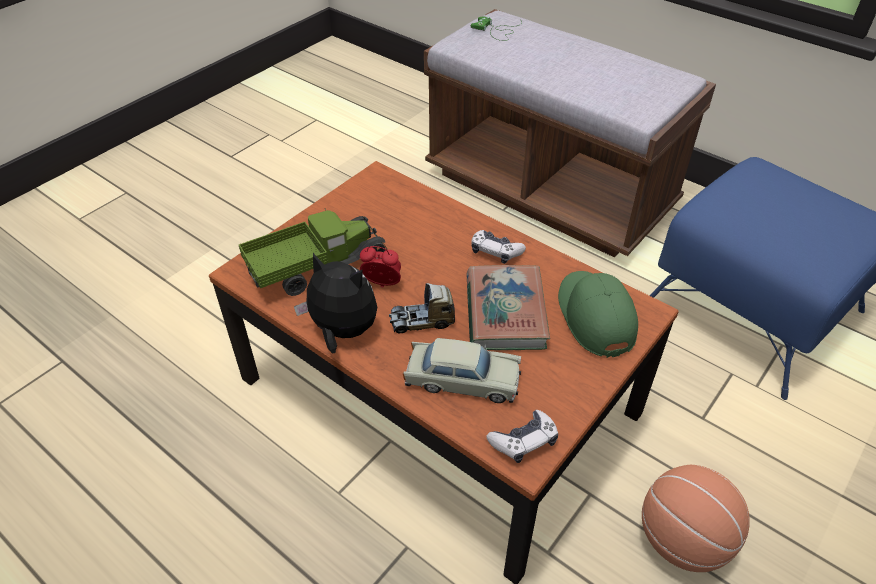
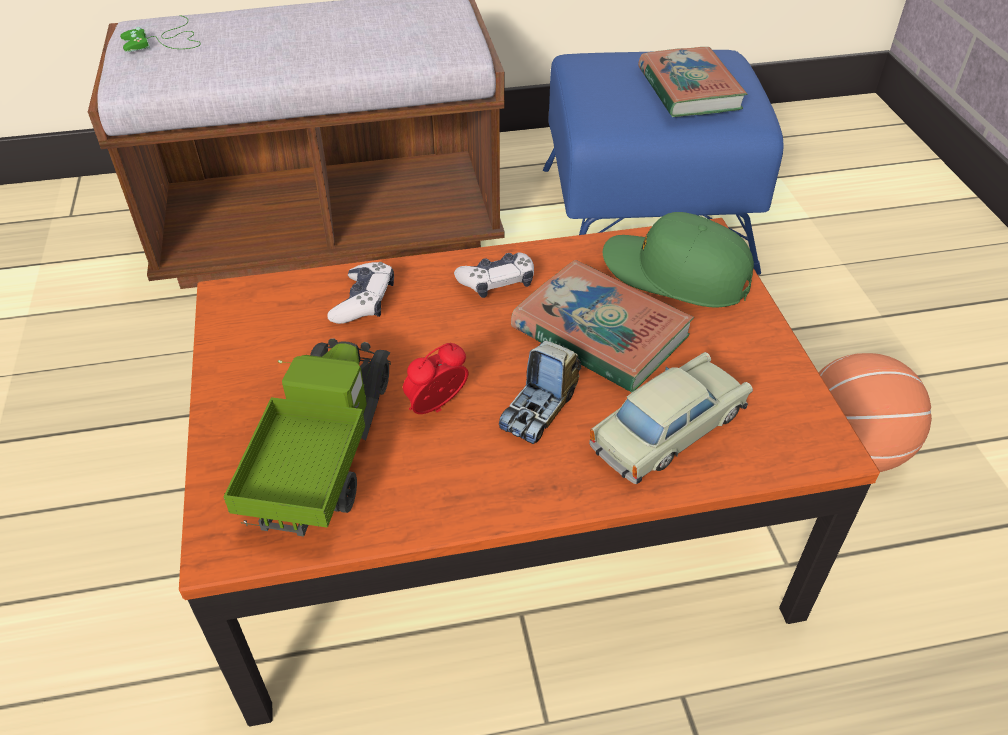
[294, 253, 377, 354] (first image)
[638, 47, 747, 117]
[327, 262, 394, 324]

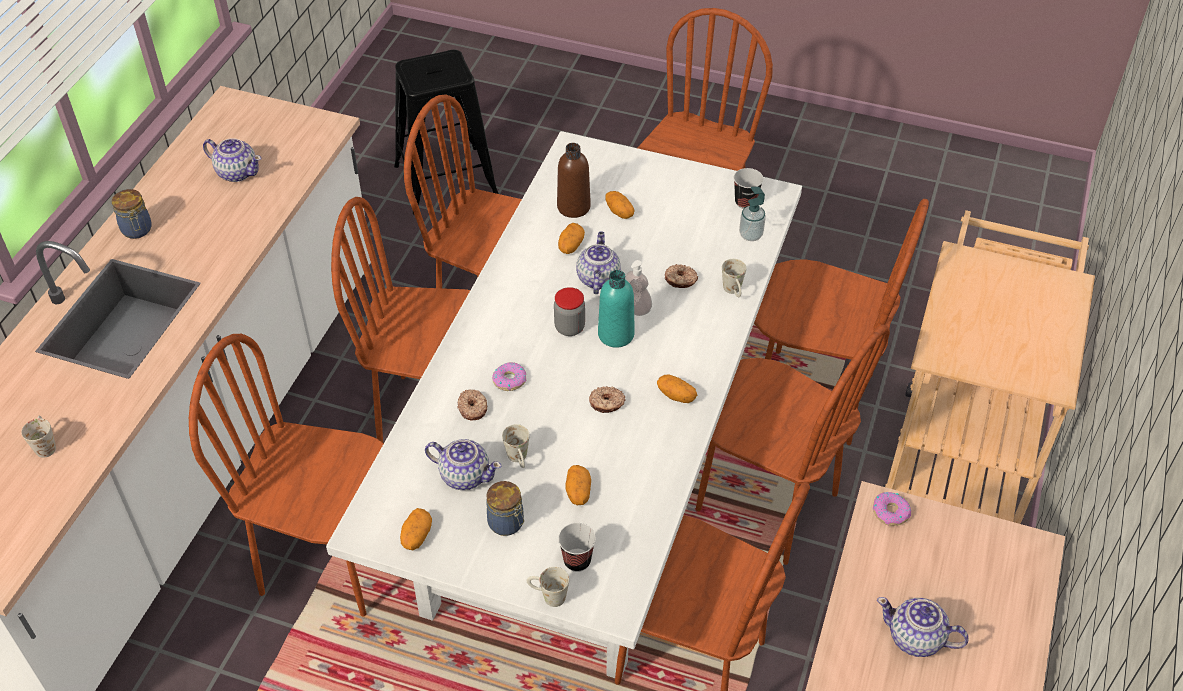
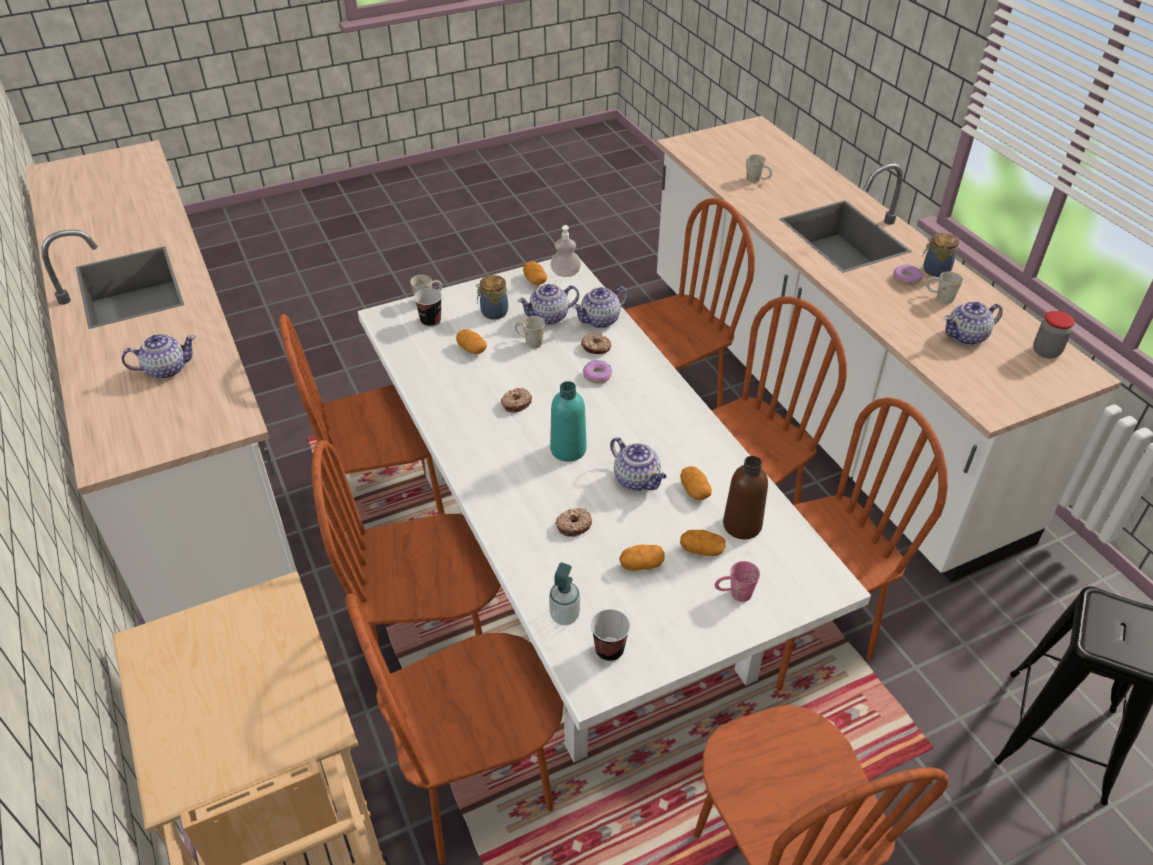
[572, 286, 628, 328]
[715, 561, 760, 602]
[1033, 311, 1075, 358]
[550, 225, 581, 277]
[619, 545, 665, 571]
[926, 272, 963, 304]
[893, 265, 923, 285]

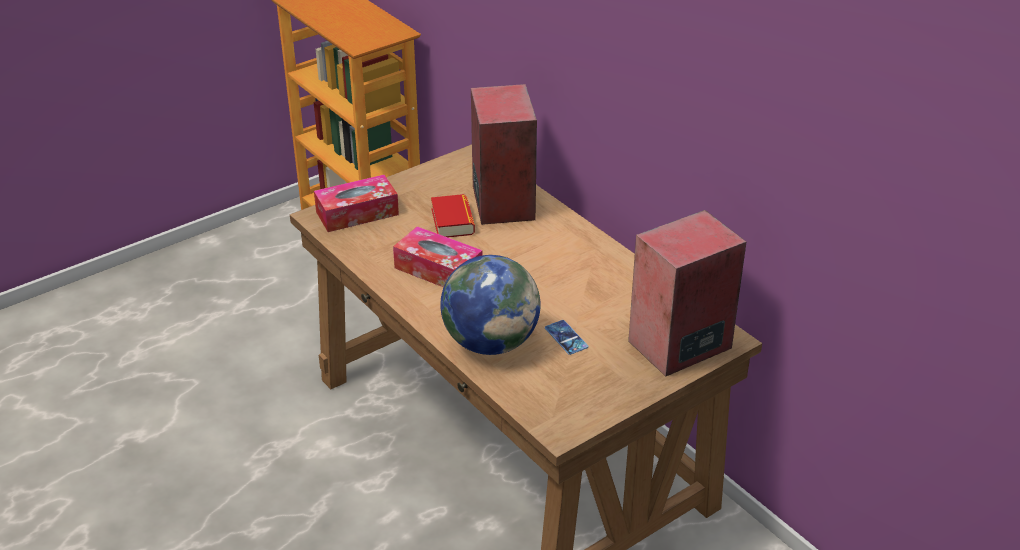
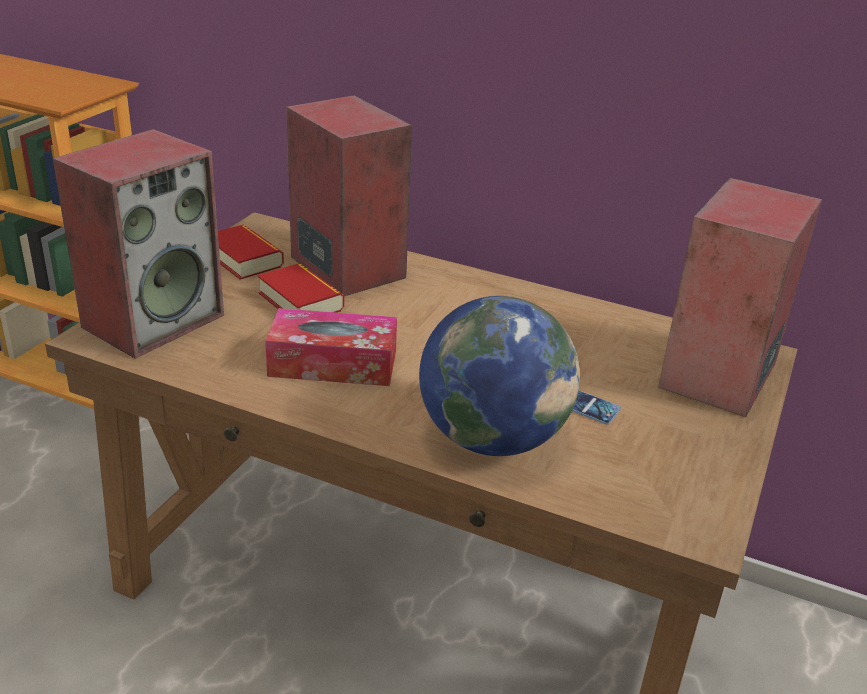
[218, 224, 284, 280]
[53, 129, 224, 359]

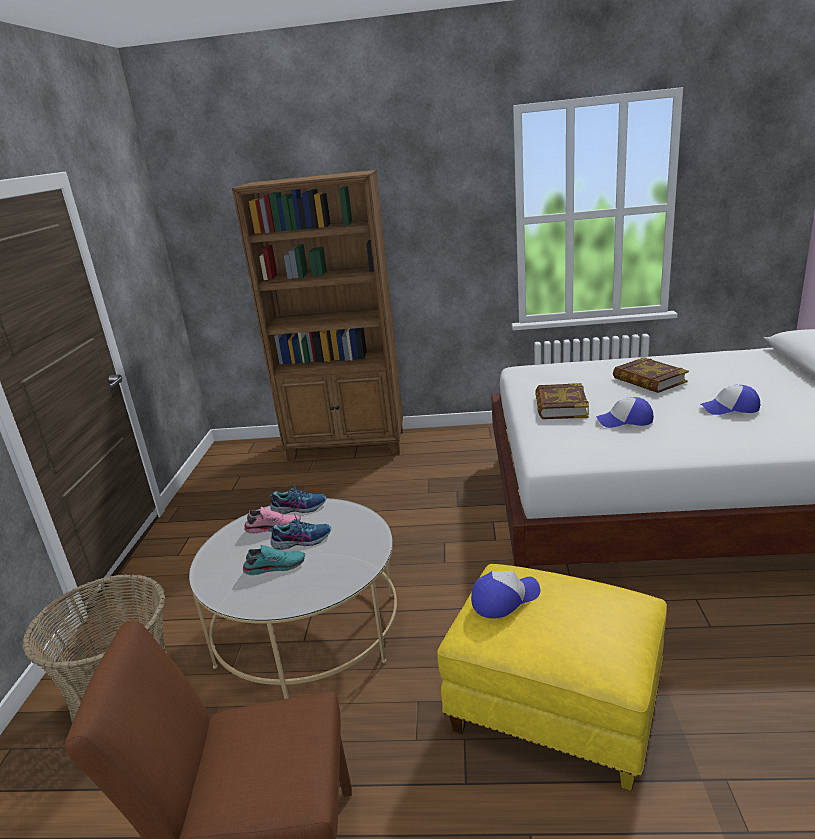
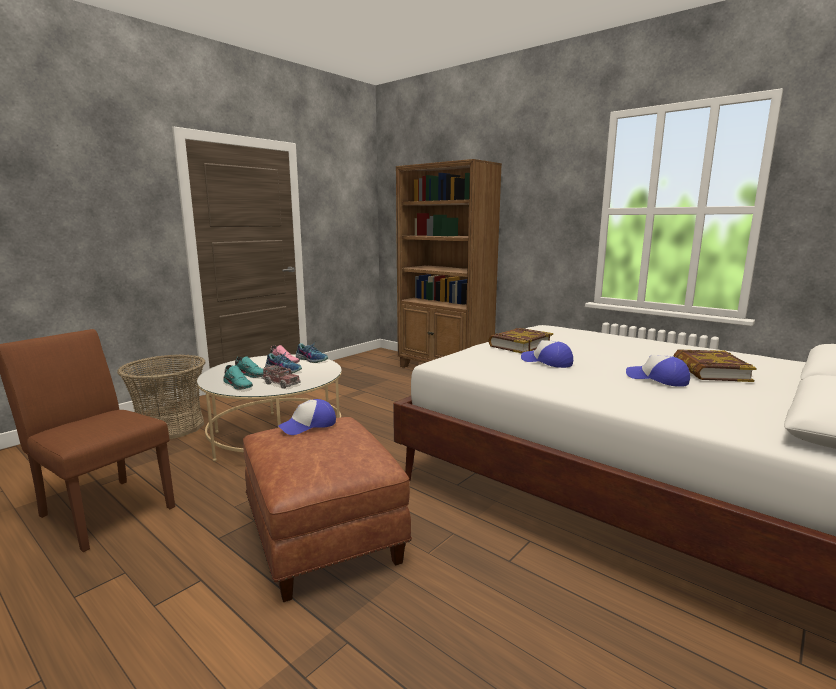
[223, 365, 253, 390]
[261, 364, 301, 389]
[674, 349, 757, 382]
[243, 417, 412, 602]
[278, 399, 336, 435]

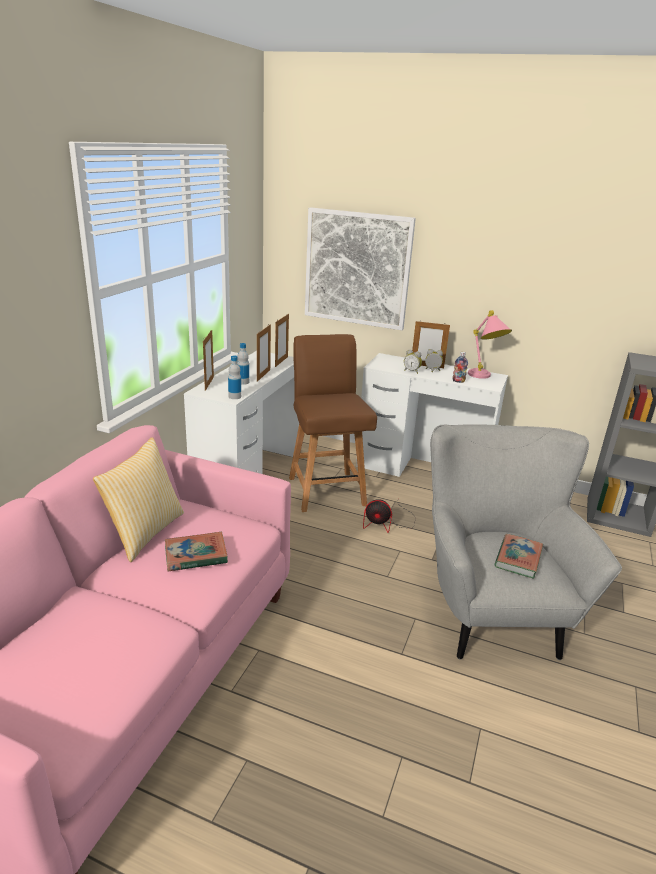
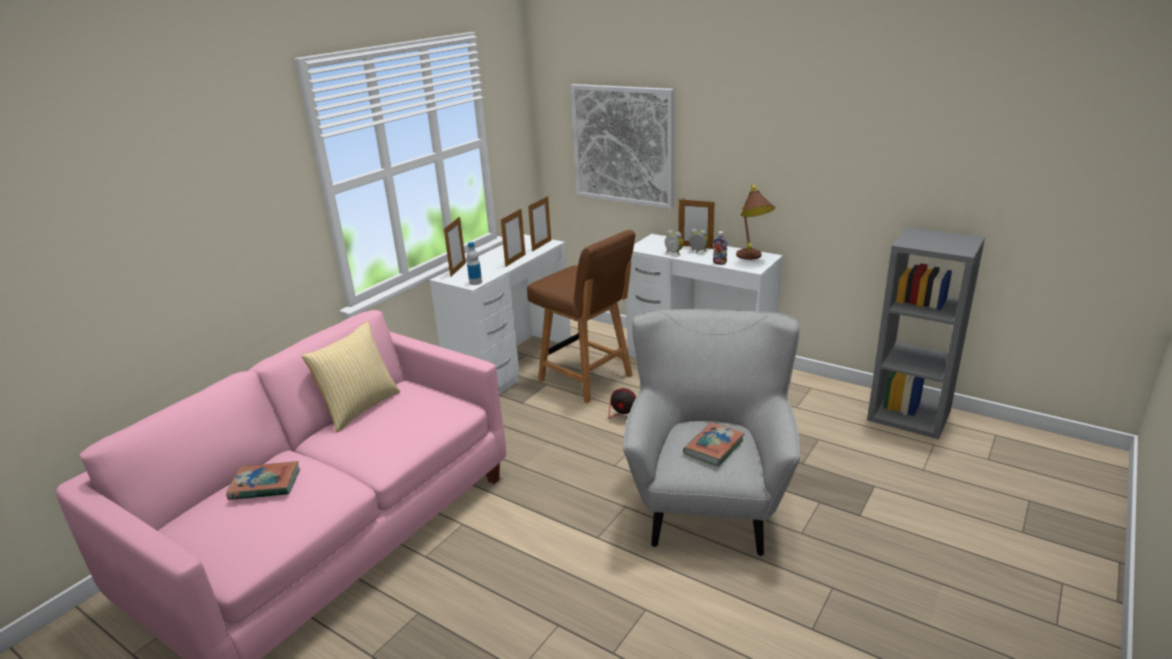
[237, 343, 249, 385] (first image)
[226, 461, 300, 500]
[736, 185, 775, 260]
[527, 230, 635, 403]

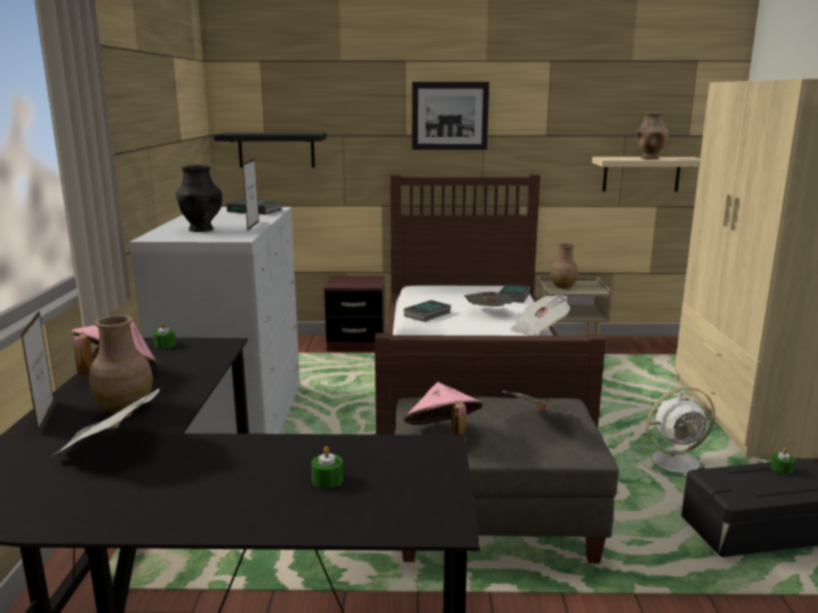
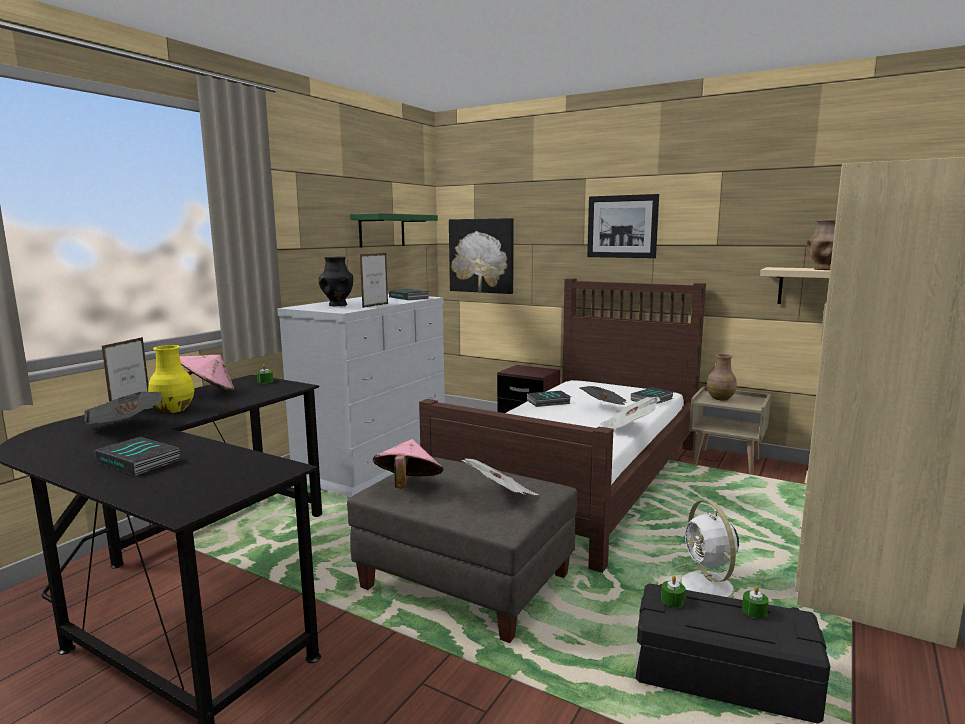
[94, 437, 180, 476]
[350, 213, 438, 248]
[661, 576, 685, 607]
[449, 218, 514, 294]
[148, 345, 194, 413]
[667, 500, 741, 597]

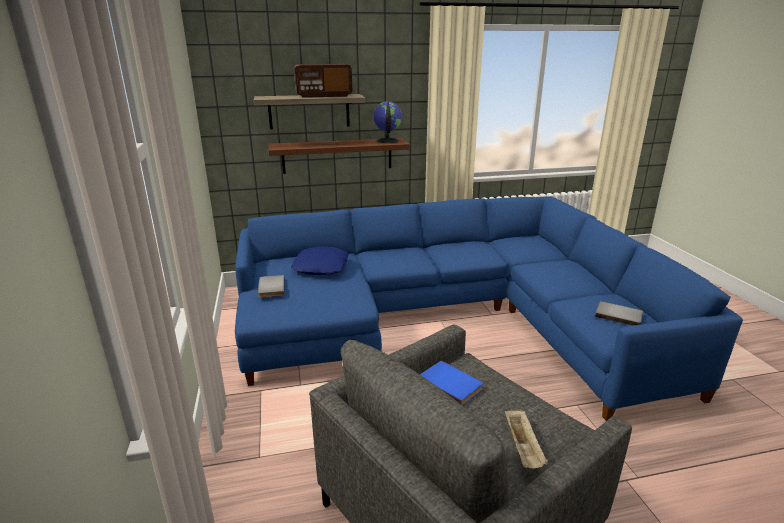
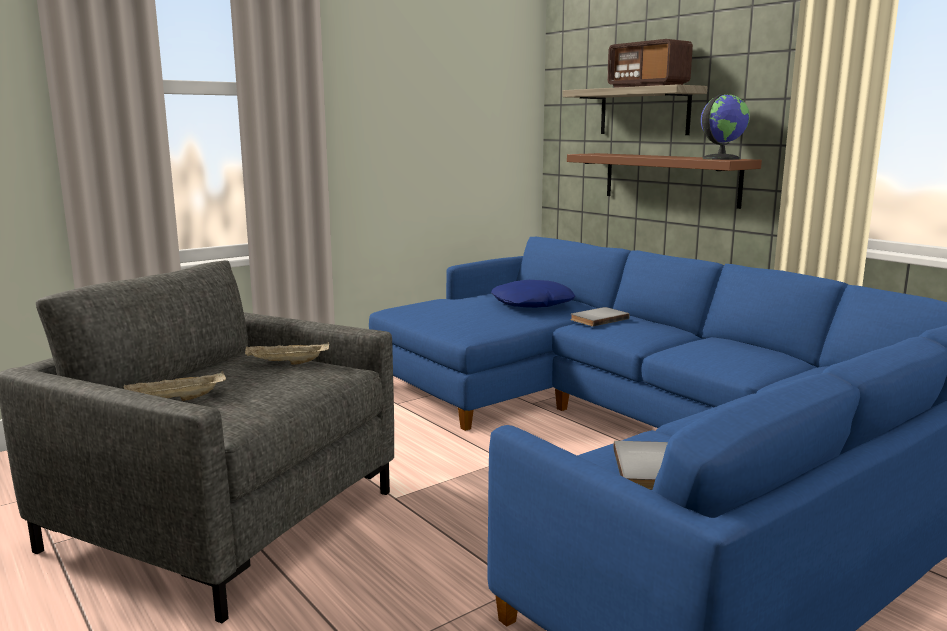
[571, 307, 629, 327]
[245, 342, 329, 365]

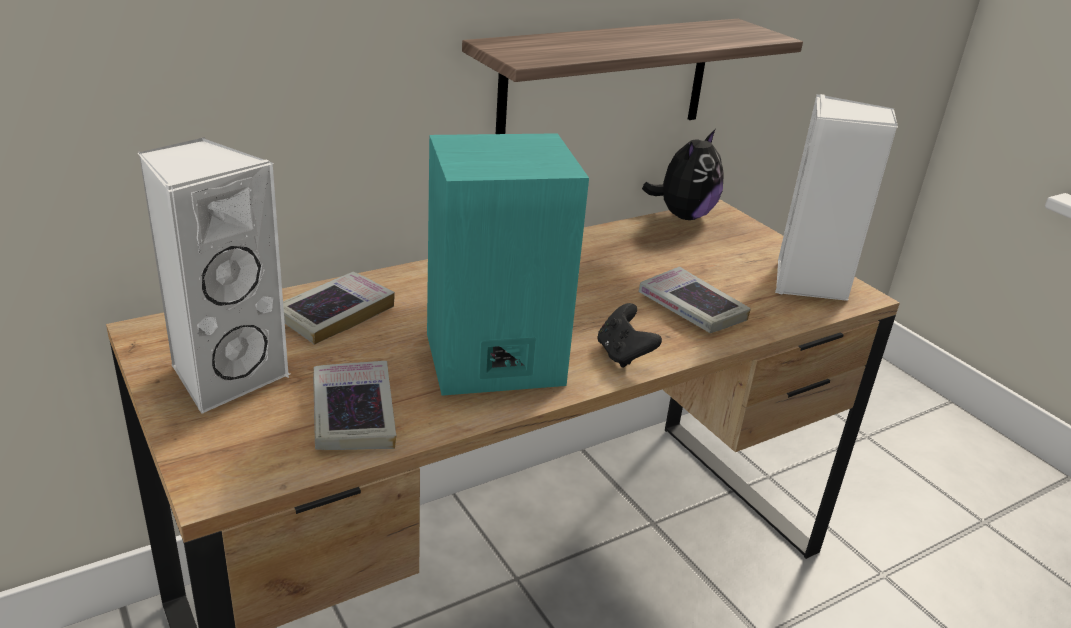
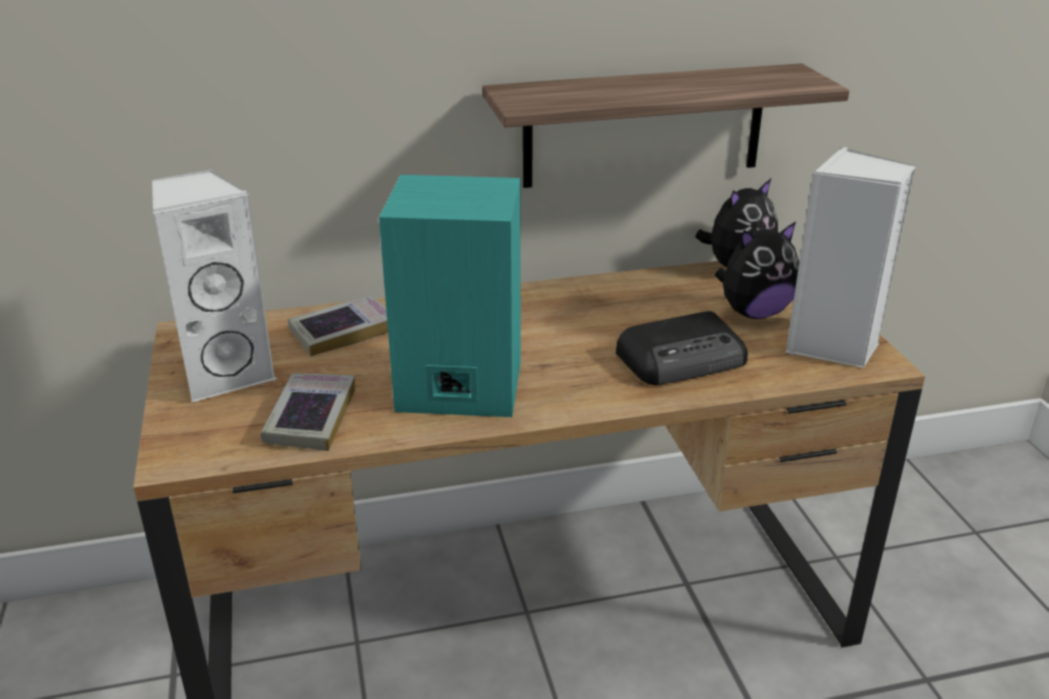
[597, 303, 662, 368] (first image)
[715, 221, 799, 319]
[616, 311, 748, 385]

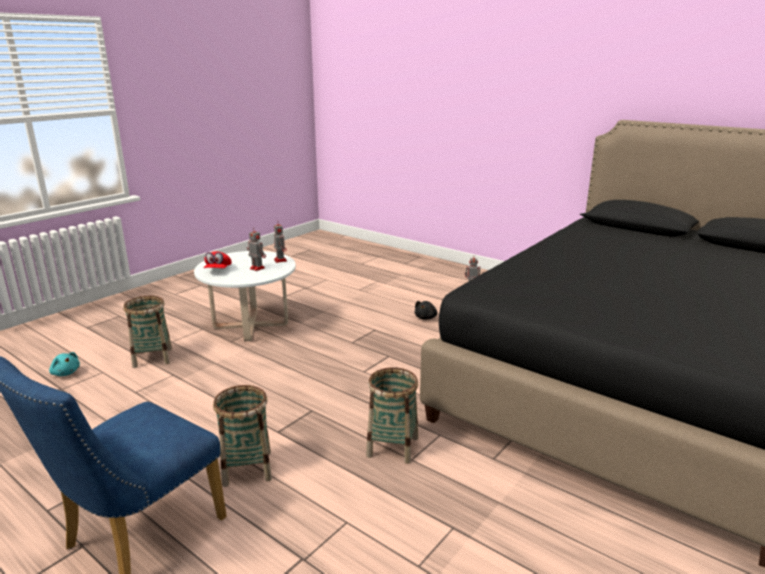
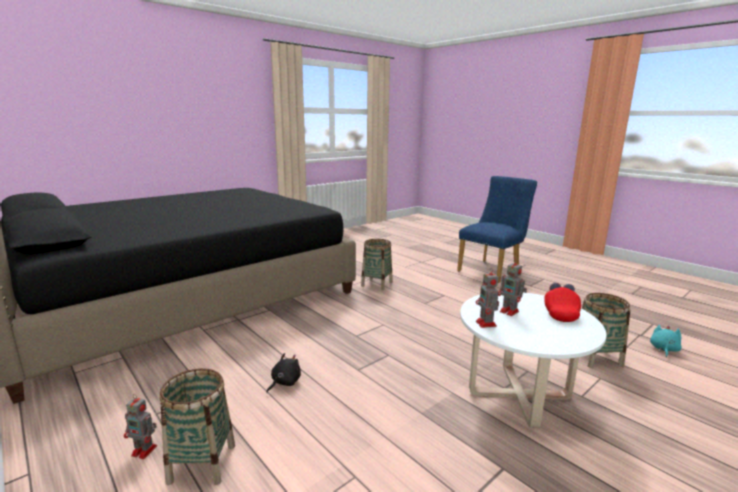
[160, 368, 235, 485]
[650, 324, 682, 357]

